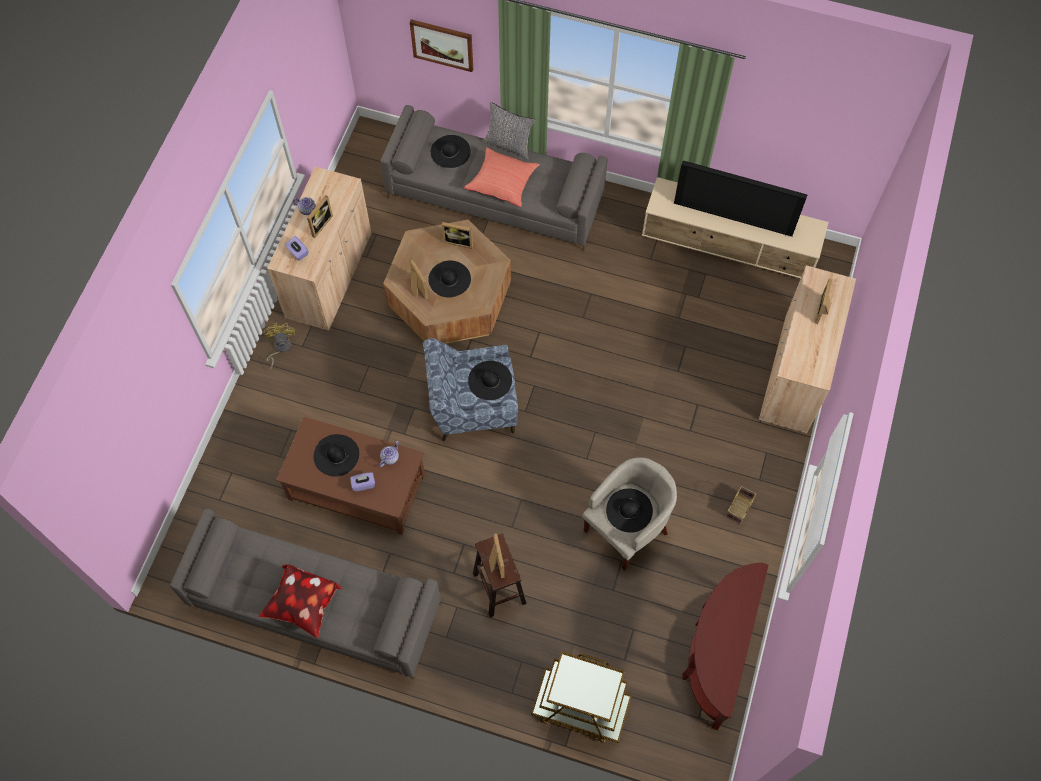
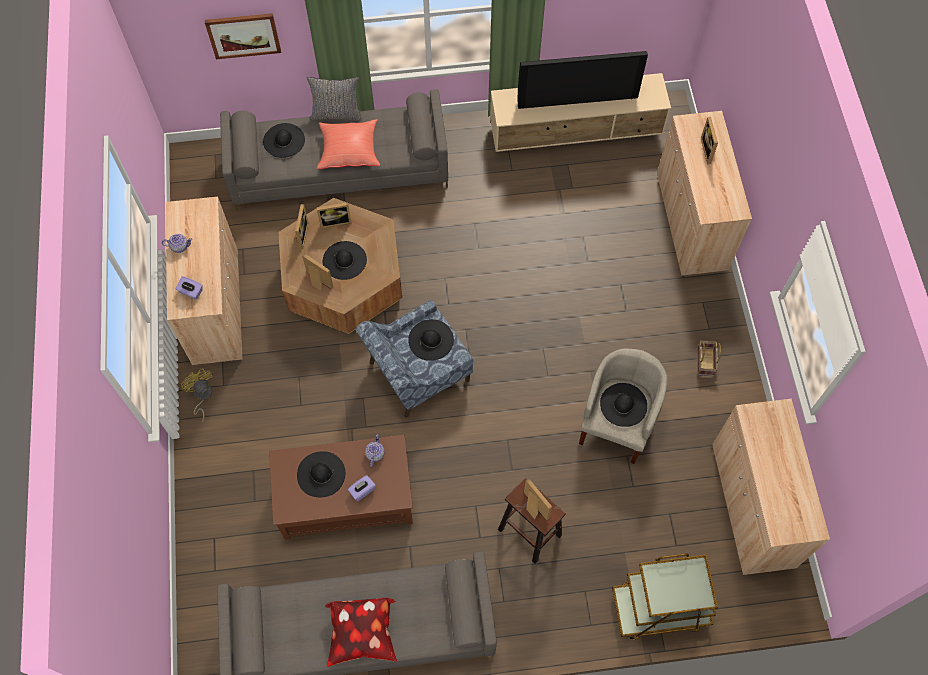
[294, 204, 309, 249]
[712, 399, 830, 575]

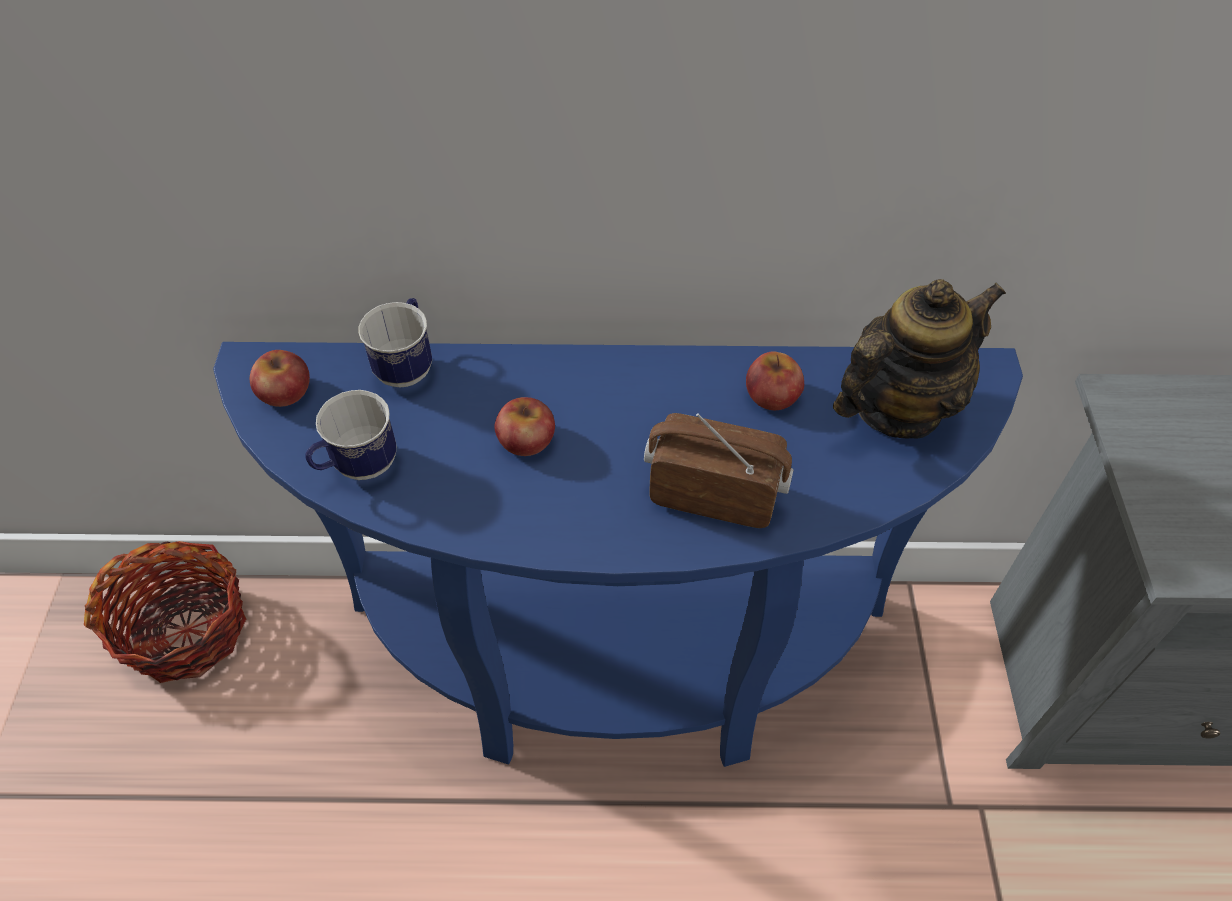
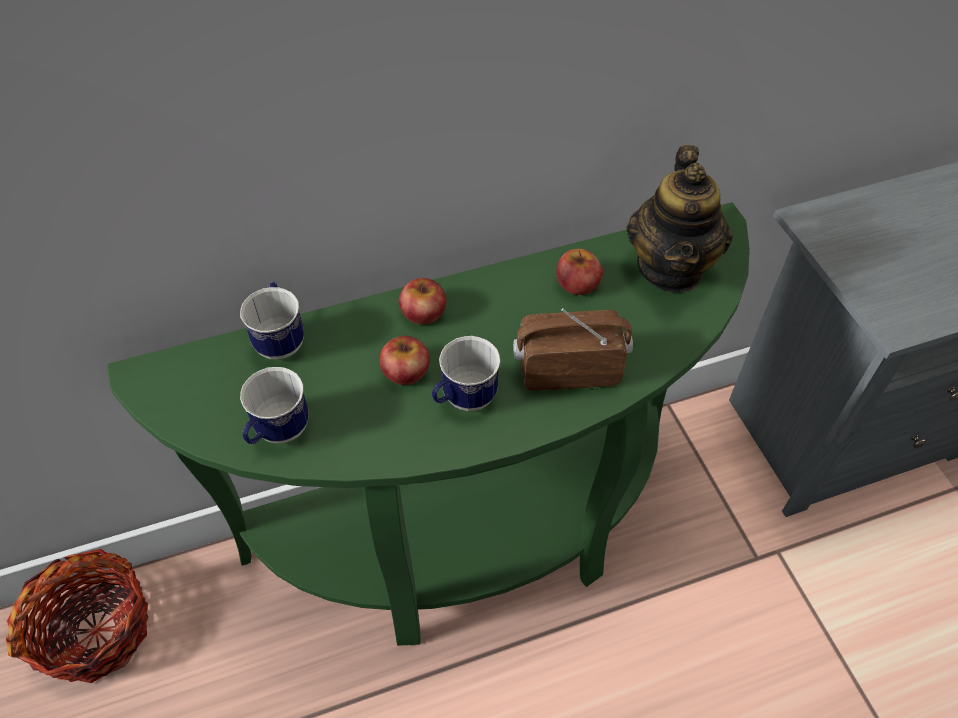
[432, 336, 500, 411]
[399, 278, 446, 325]
[107, 202, 750, 646]
[626, 145, 733, 292]

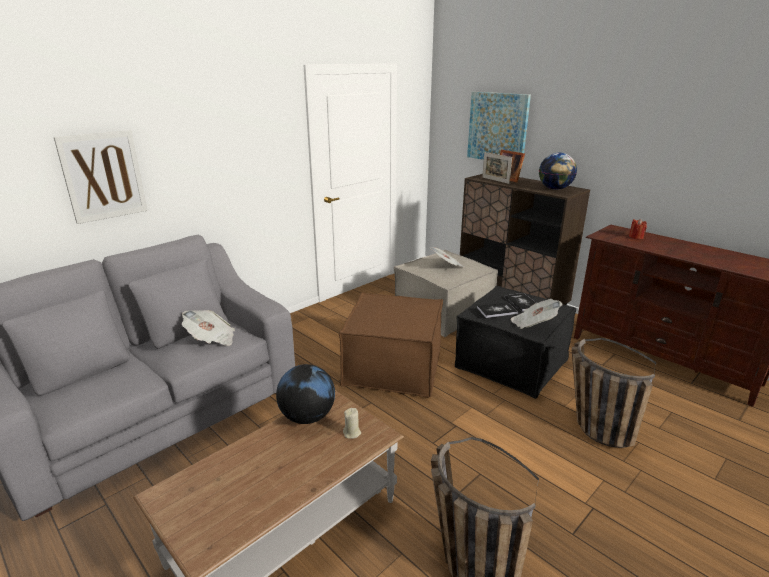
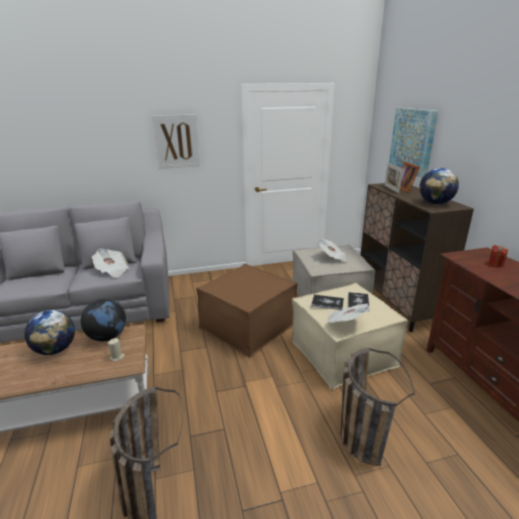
[24, 310, 75, 355]
[152, 114, 200, 169]
[292, 283, 408, 390]

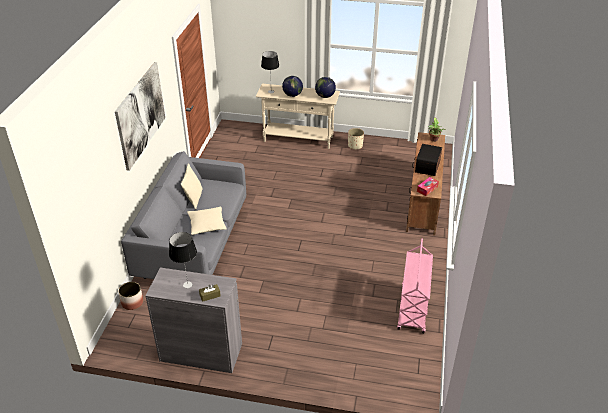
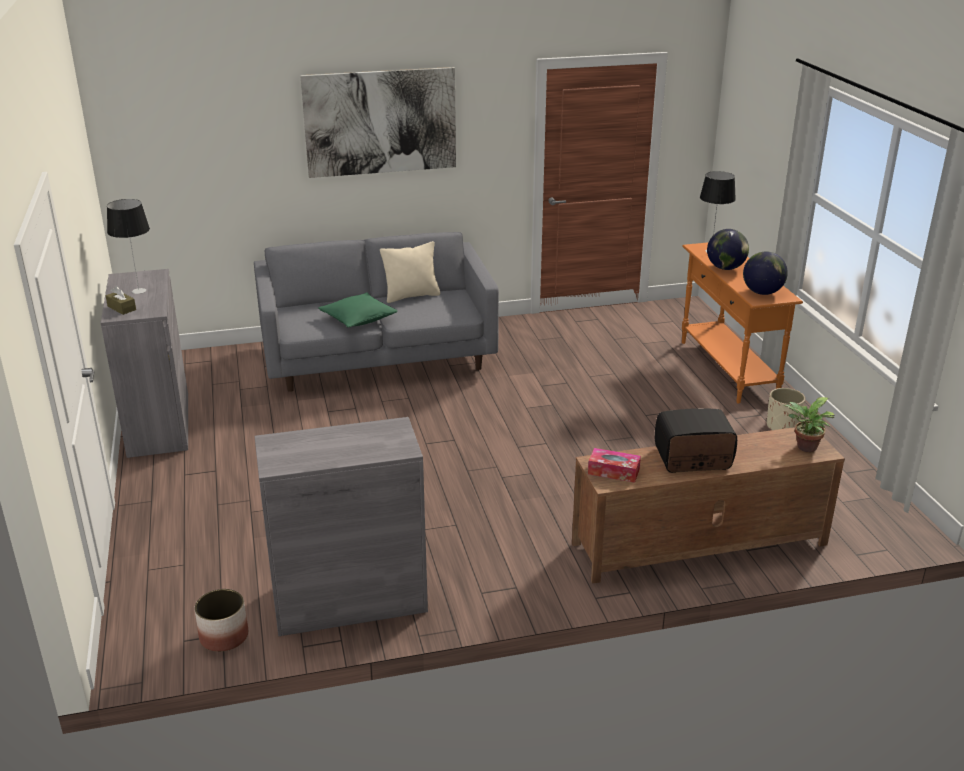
[194, 589, 248, 652]
[254, 417, 428, 636]
[318, 293, 398, 328]
[682, 242, 803, 404]

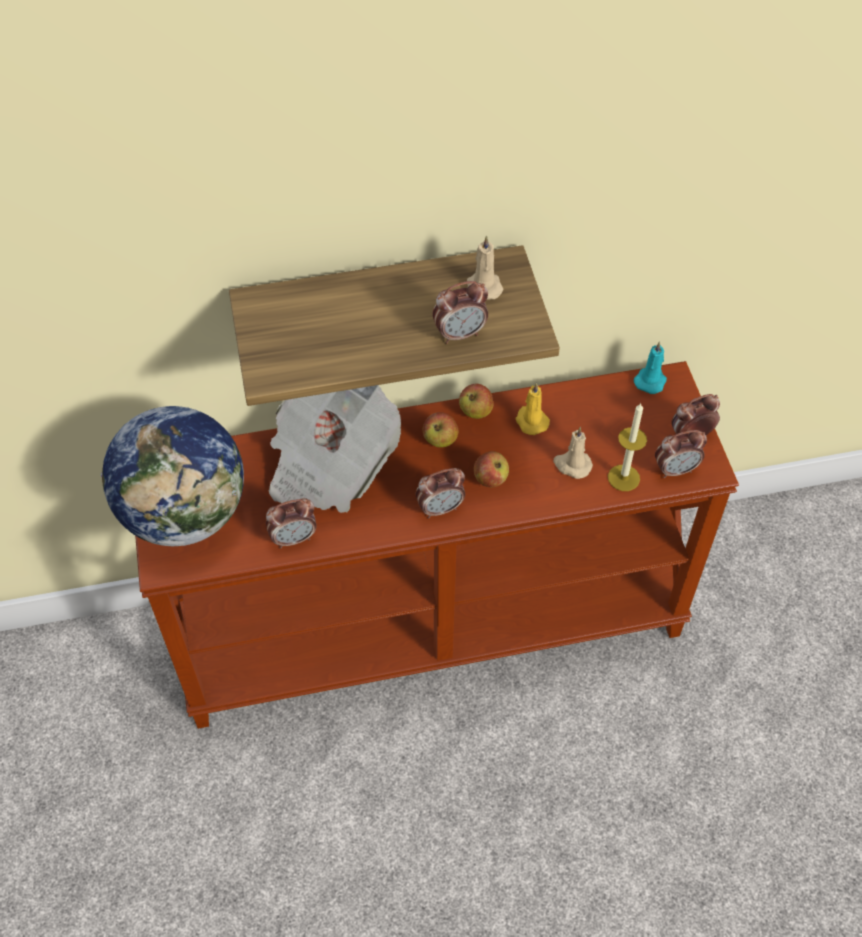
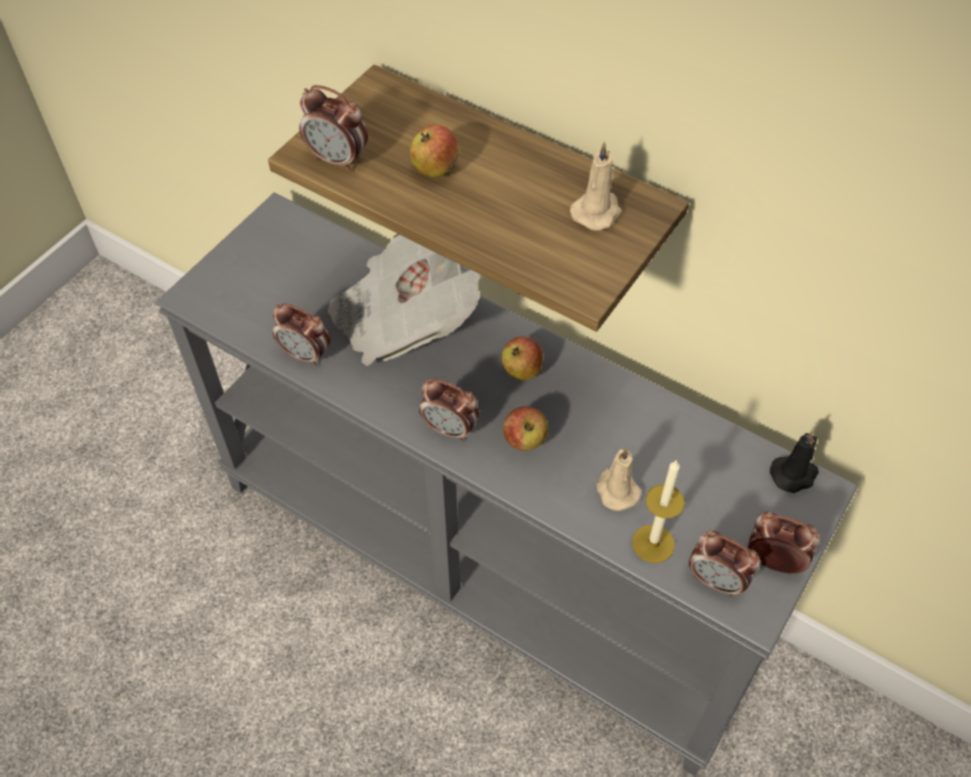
[101, 406, 244, 547] (first image)
[516, 382, 550, 435] (first image)
[299, 85, 368, 171]
[410, 124, 459, 177]
[155, 193, 858, 776]
[770, 431, 819, 493]

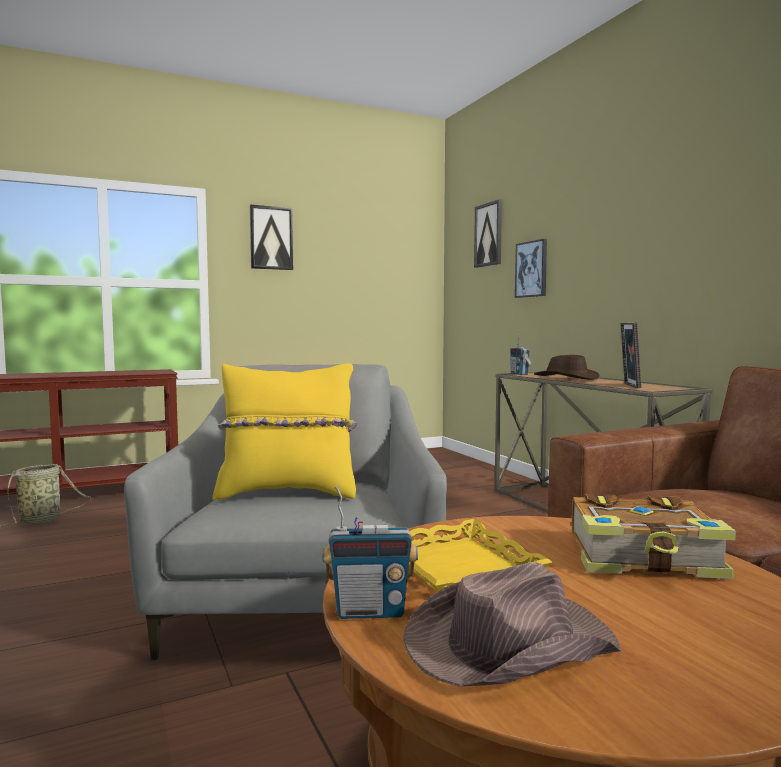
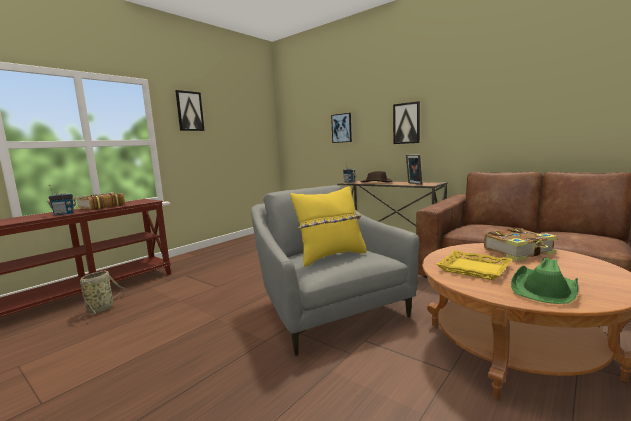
[75, 192, 125, 210]
[47, 185, 76, 216]
[393, 101, 420, 144]
[511, 258, 579, 304]

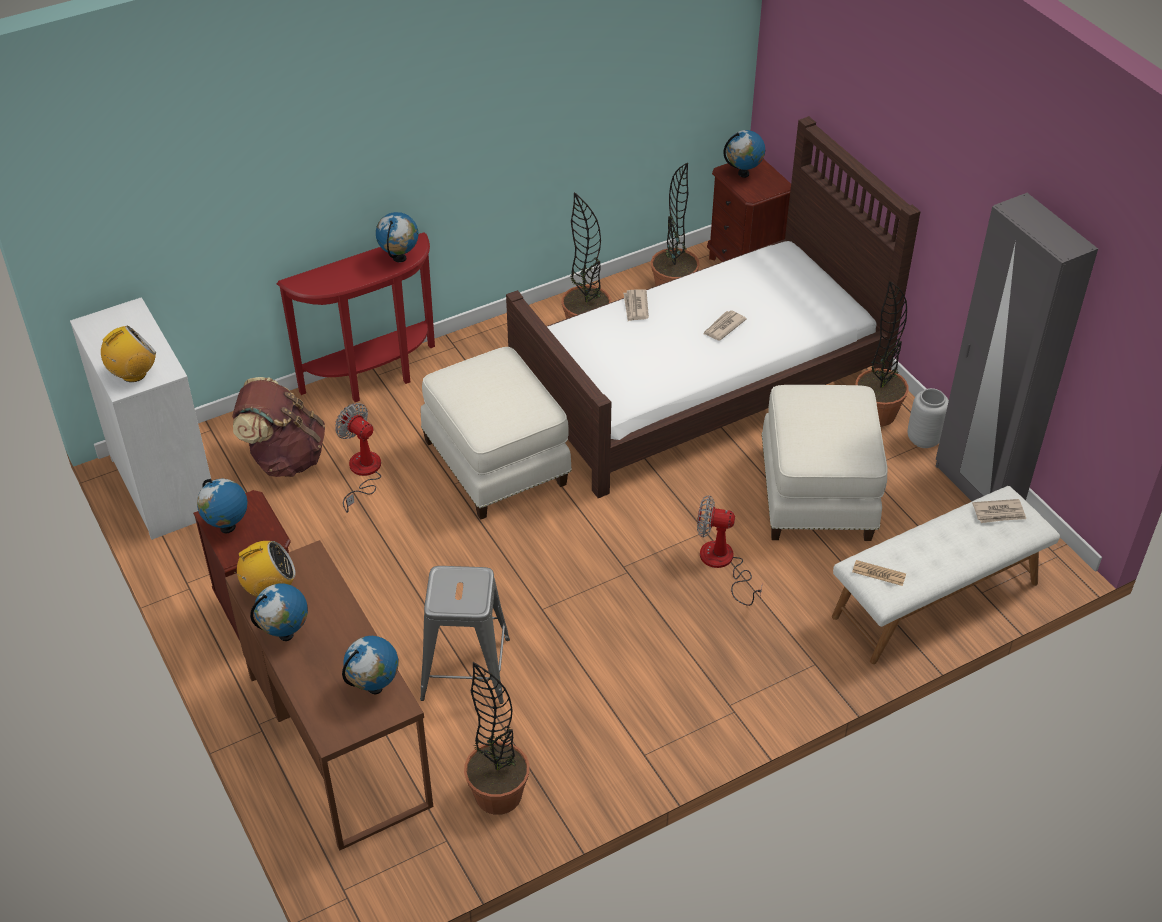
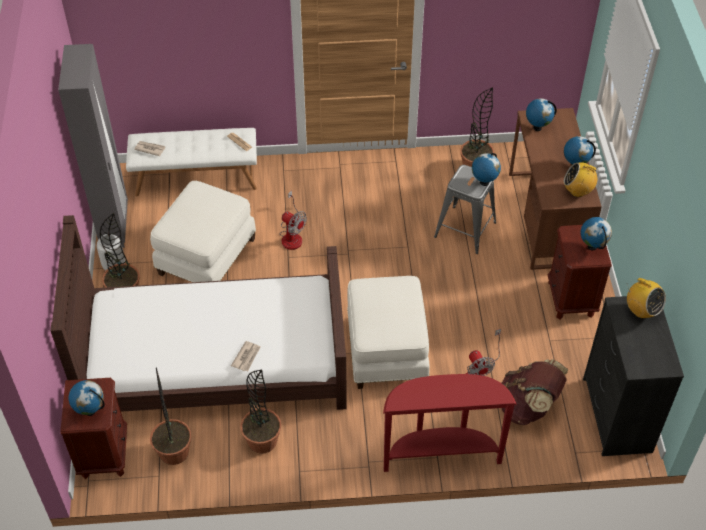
[703, 310, 747, 340] (first image)
[472, 153, 501, 186]
[583, 296, 684, 456]
[627, 278, 666, 319]

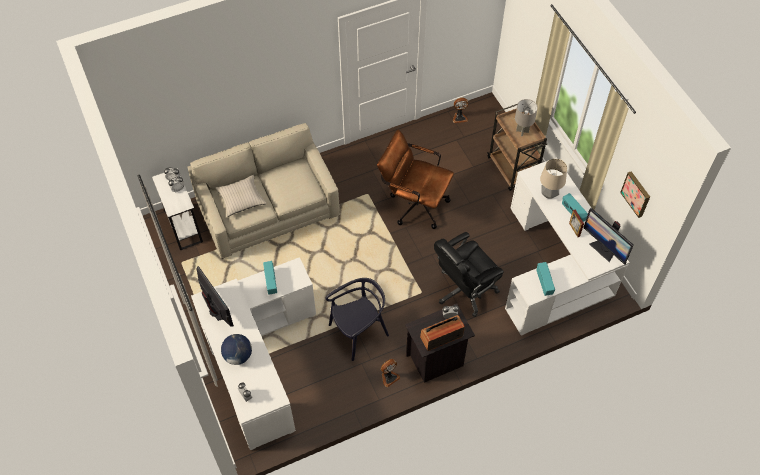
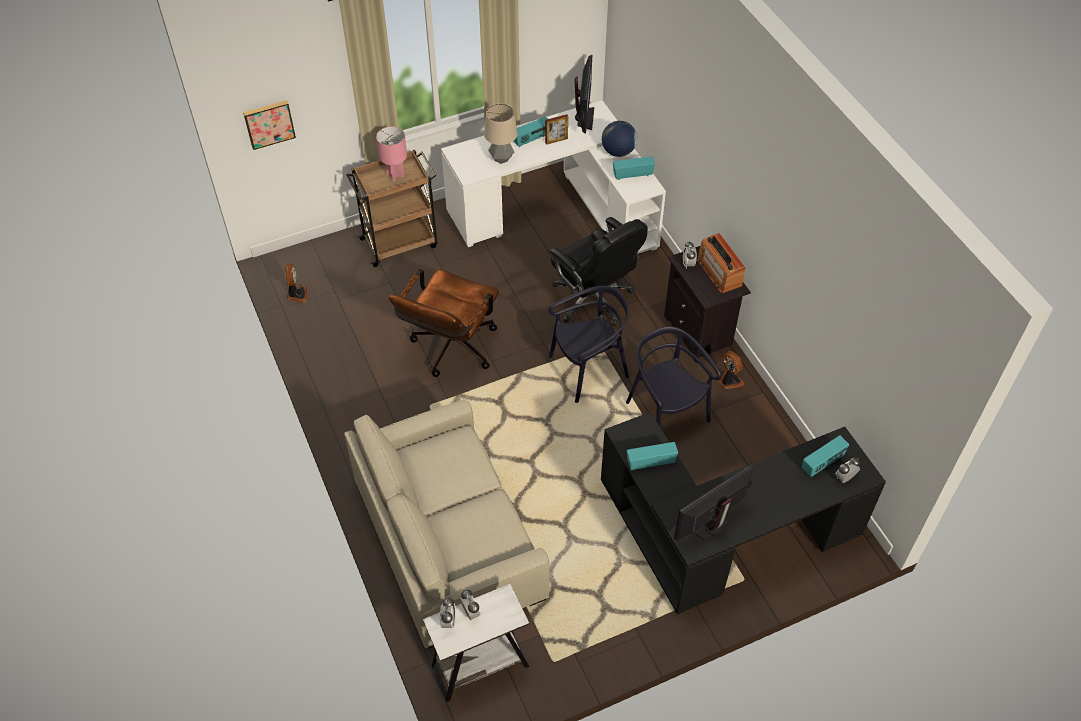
[215, 175, 267, 217] (first image)
[548, 286, 629, 403]
[802, 435, 849, 477]
[602, 121, 637, 157]
[243, 100, 296, 150]
[601, 412, 886, 615]
[376, 126, 407, 181]
[575, 55, 595, 133]

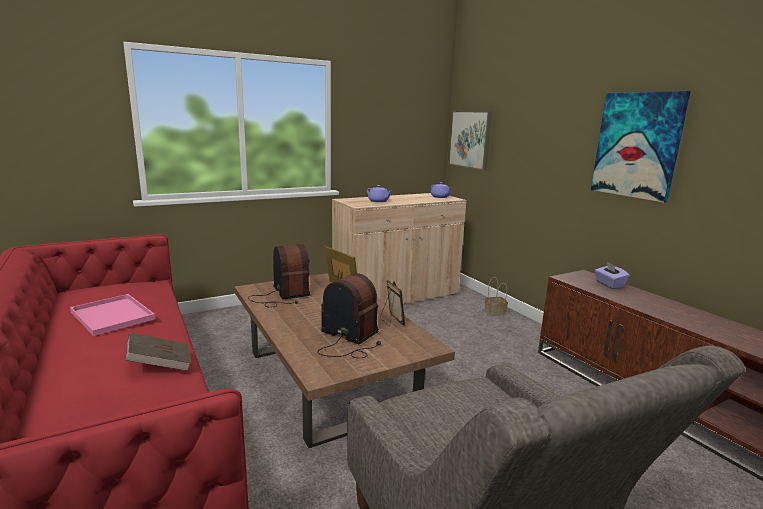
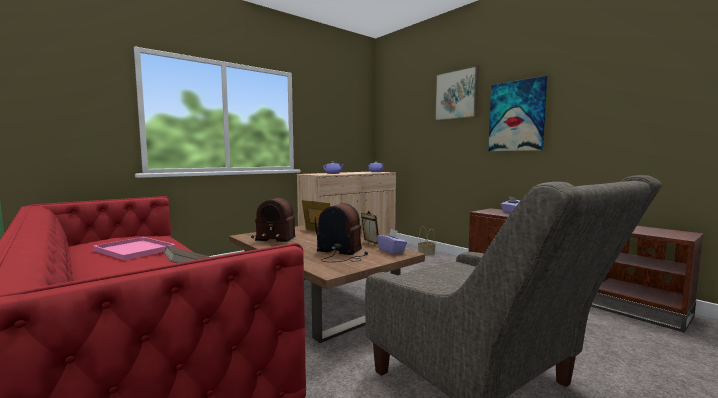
[377, 229, 407, 255]
[435, 65, 479, 121]
[251, 198, 295, 242]

